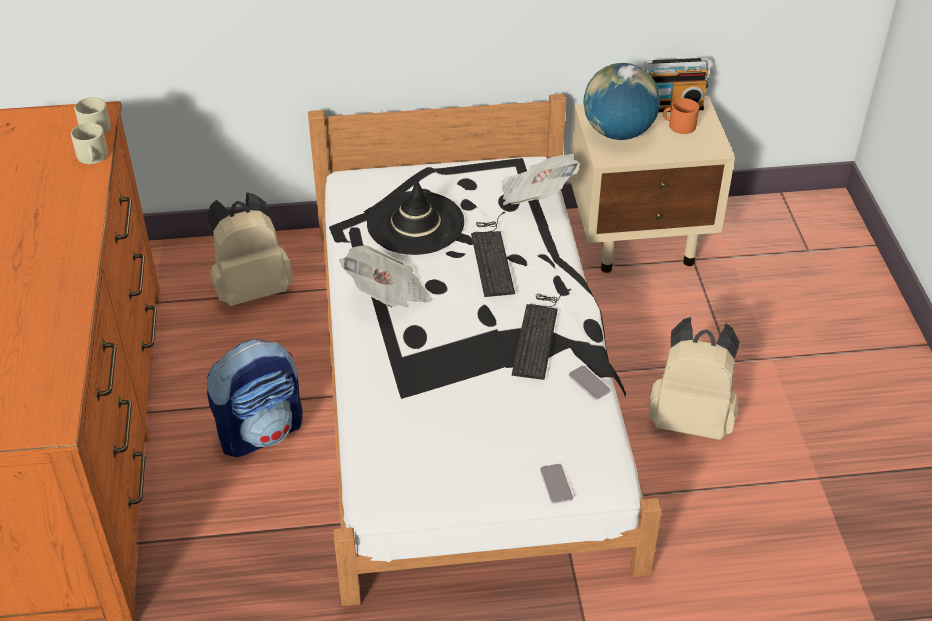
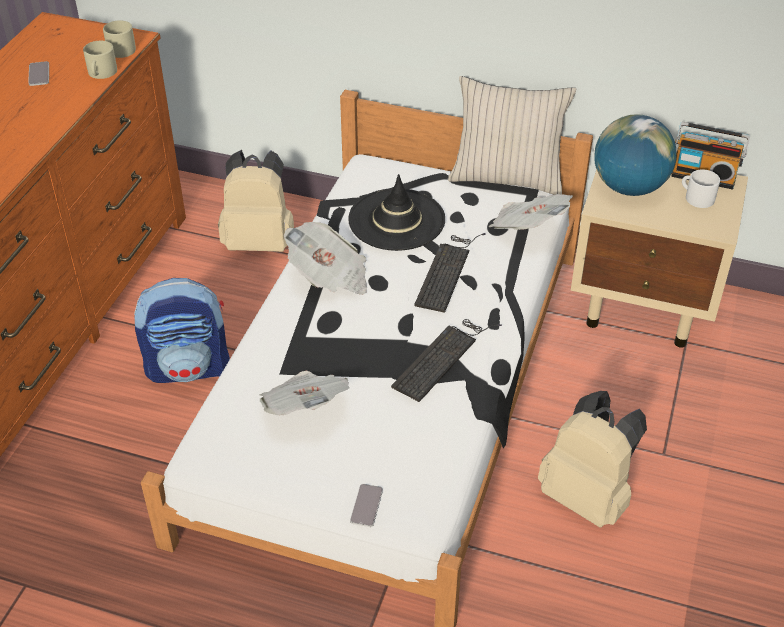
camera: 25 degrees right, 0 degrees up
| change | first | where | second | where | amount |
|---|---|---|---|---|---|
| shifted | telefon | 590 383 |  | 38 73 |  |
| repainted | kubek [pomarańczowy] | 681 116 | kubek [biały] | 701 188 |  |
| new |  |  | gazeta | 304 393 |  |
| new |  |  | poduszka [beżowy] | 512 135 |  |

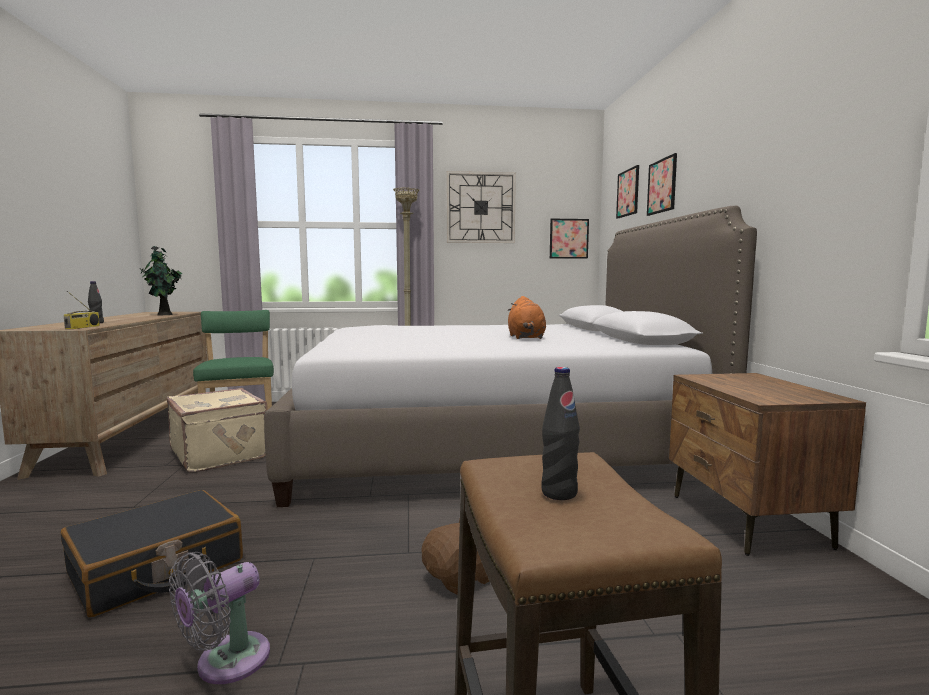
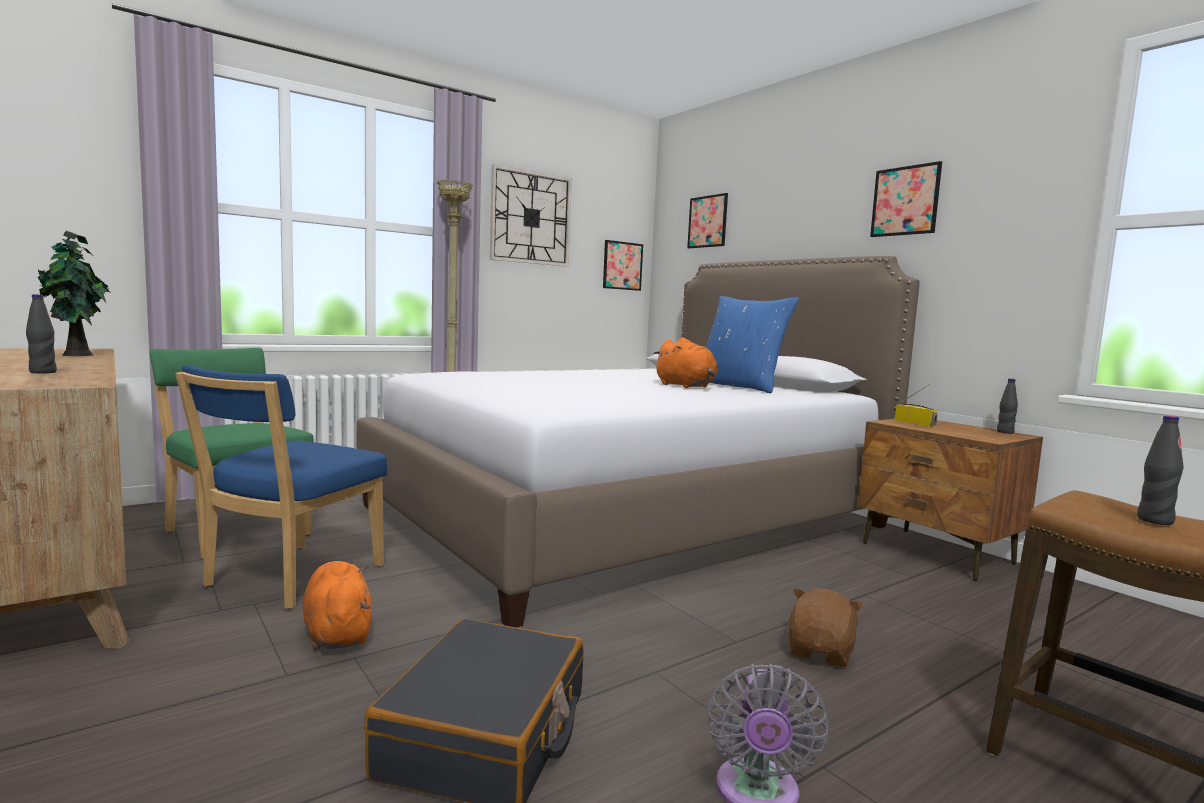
camera: 30 degrees left, 0 degrees up
| change | first | where | second | where | amount |
|---|---|---|---|---|---|
| shifted | radio | 82 310 |  | 916 405 |  |
| swapped | walizka [beżowy] | 217 430 | krzesło [niebieski] | 281 487 |  |
| shifted | obraz | 662 184 |  | 906 199 |  |
| new |  |  | pluszak [pomarańczowy] | 337 605 |  |
| new |  |  | poduszka [niebieski] | 752 344 |  |
| new |  |  | butelka [czarny] | 1007 406 |  |

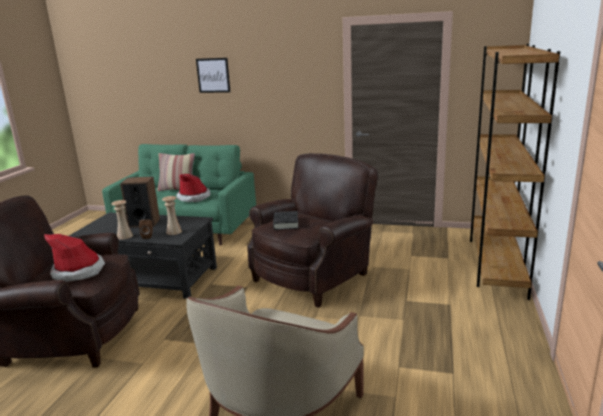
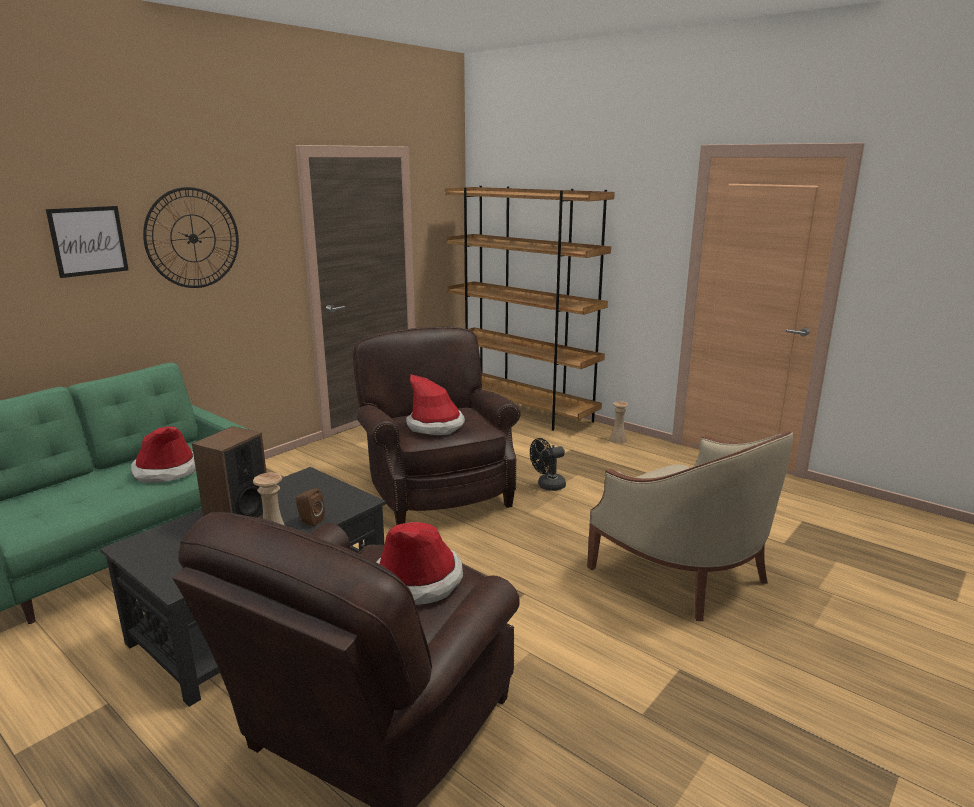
camera: 65 degrees left, 0 degrees up
| change | first | where | second | where | amount |
|---|---|---|---|---|---|
| gone | poduszka | 176 172 |  |  |  |
| shifted | wazon [beżowy] | 172 215 |  | 619 422 |  |
| swapped | książka [czarny] | 286 220 | kapelusz | 435 404 |  |
| new |  |  | zegar ścienny | 191 237 |  |
| new |  |  | wentylator [czarny] | 548 464 |  |

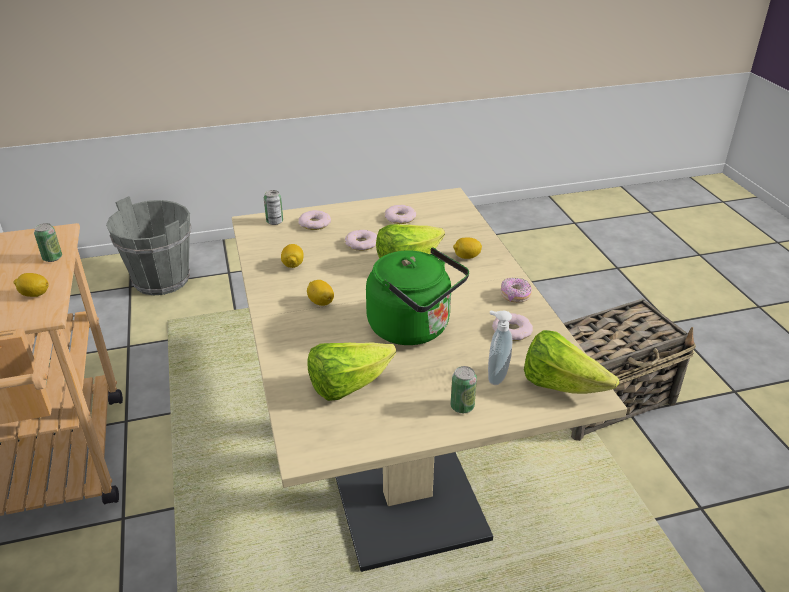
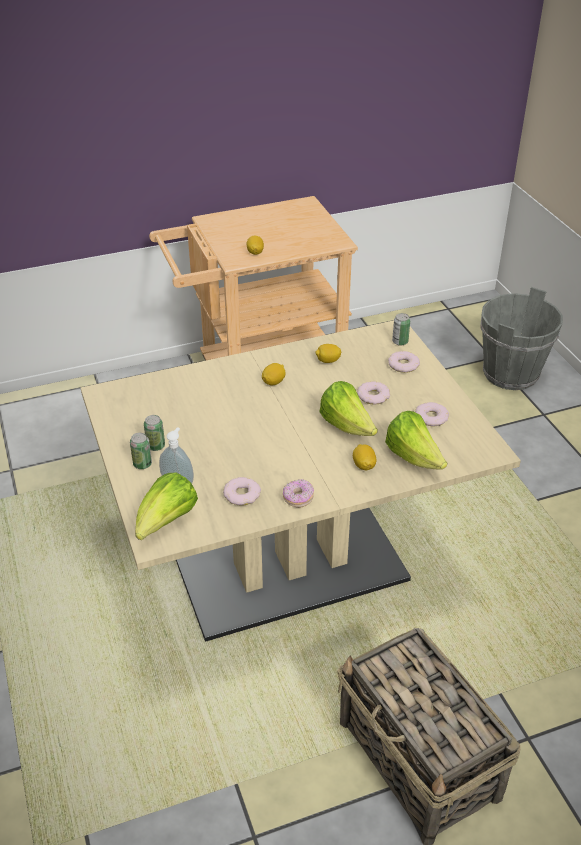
camera: 85 degrees right, 5 degrees up
| change | first | where | second | where | amount |
|---|---|---|---|---|---|
| shifted | puszka | 48 242 |  | 154 433 |  |
| shifted | sałata | 352 371 |  | 416 440 |  |
| gone | czajnik [zielony] | 417 296 |  |  |  |

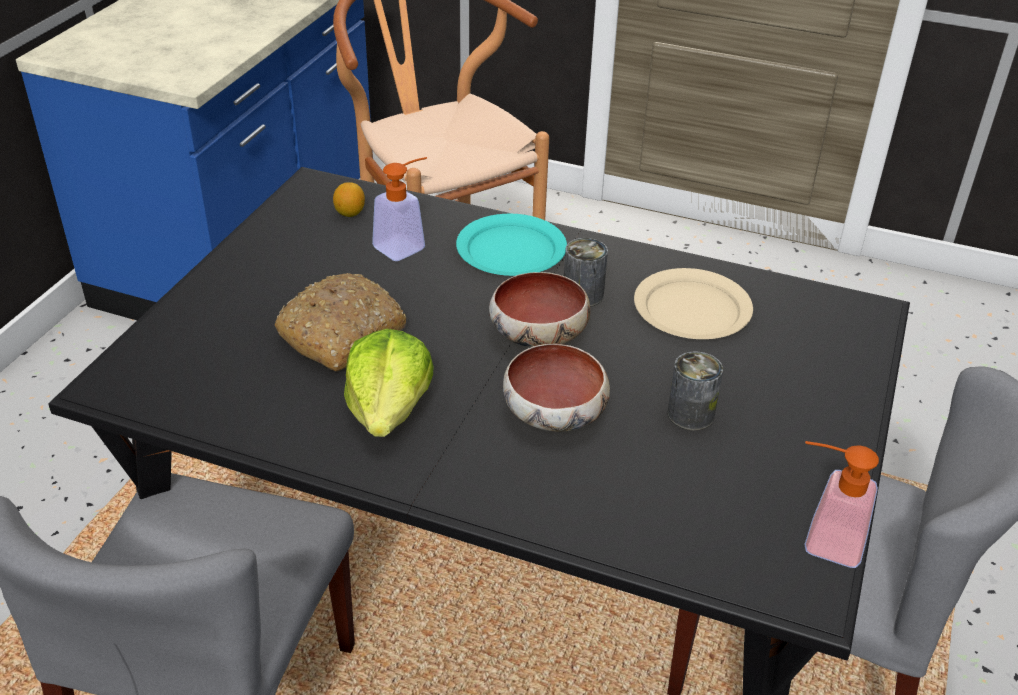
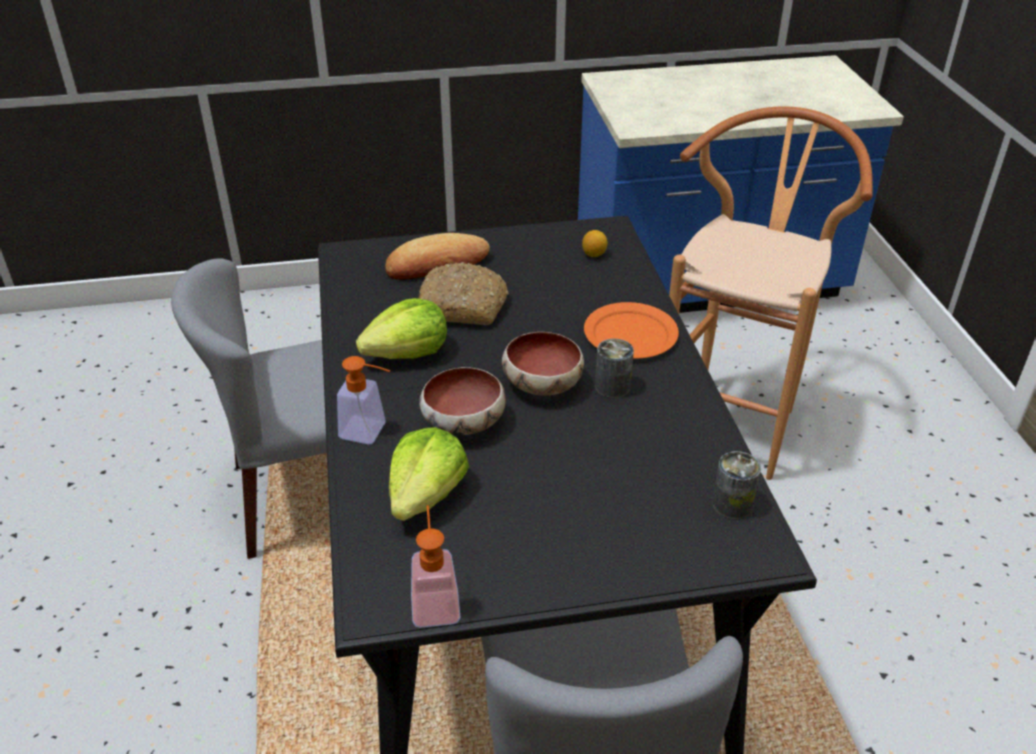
camera: 60 degrees right, 0 degrees up
| change | first | where | second | where | amount |
|---|---|---|---|---|---|
| shifted | dozownik mydła | 399 209 |  | 364 400 |  |
| repainted | talerz [turkusowy] | 511 245 | talerz [pomarańczowy] | 631 330 |  |
| gone | talerz [beżowy] | 693 303 |  |  |  |
| shifted | puszka | 695 390 |  | 736 485 |  |
| new |  |  | chleb | 437 256 |  |
| new |  |  | sałata | 429 474 |  |

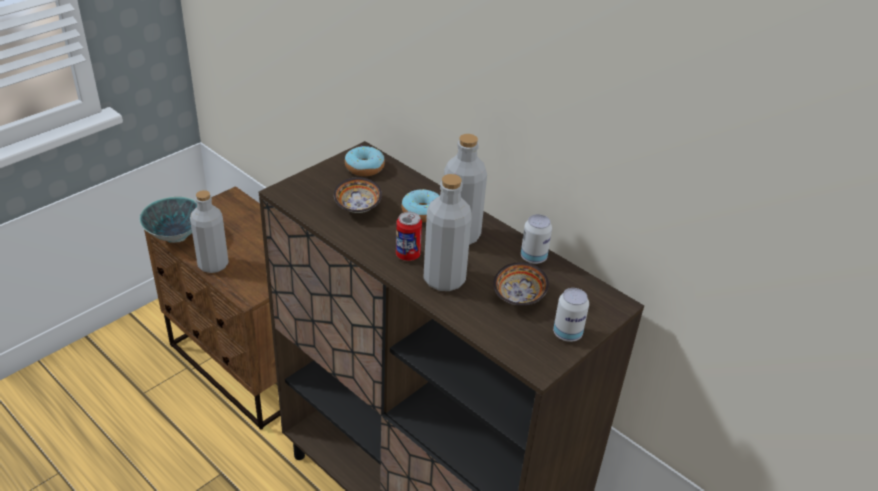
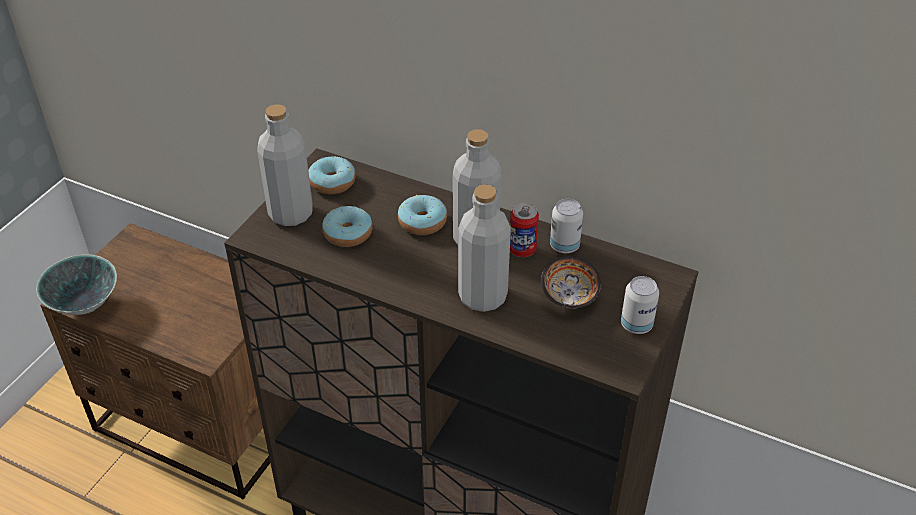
camera: 15 degrees left, 5 degrees up
| change | first | where | second | where | amount |
|---|---|---|---|---|---|
| shifted | butelka [szary] | 209 231 |  | 285 165 |  |
| swapped | miska | 358 195 | donut | 347 226 |  |
| shifted | puszka | 409 236 |  | 524 230 |  |

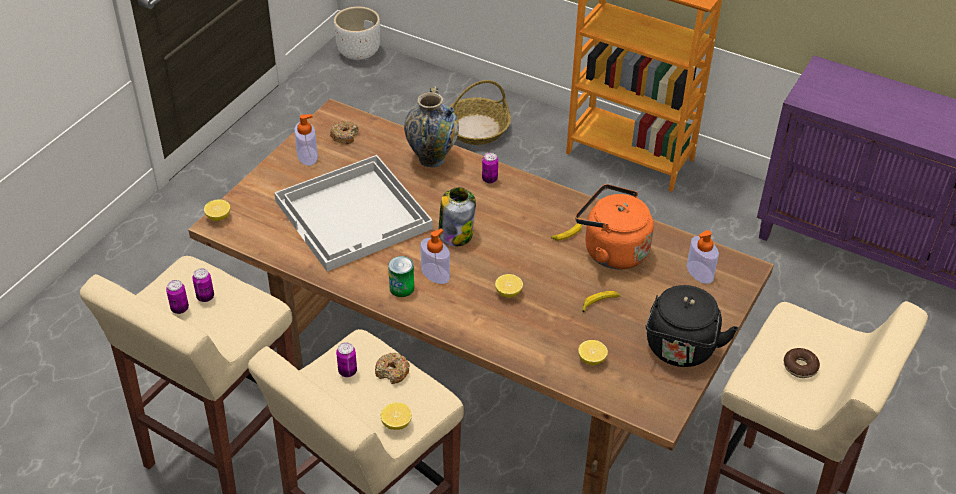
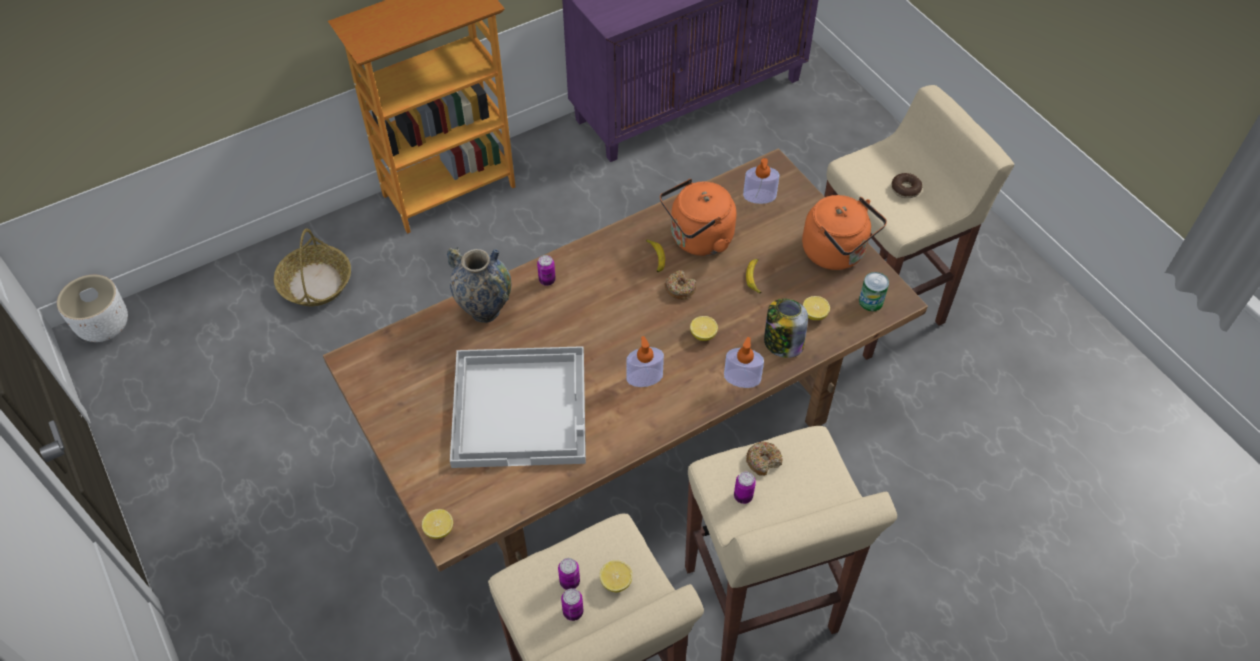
camera: 60 degrees left, 10 degrees up
| change | first | where | second | where | amount |
|---|---|---|---|---|---|
| shifted | dozownik mydła | 306 140 |  | 744 362 |  |
| shifted | donut | 344 132 |  | 680 285 |  |
| shifted | cytryna | 396 416 |  | 616 576 |  |
| shifted | puszka | 401 276 |  | 874 291 |  |
| shifted | słoik | 457 217 |  | 786 328 |  |
| repainted | czajnik [czarny] | 692 326 | czajnik [pomarańczowy] | 844 232 |  |

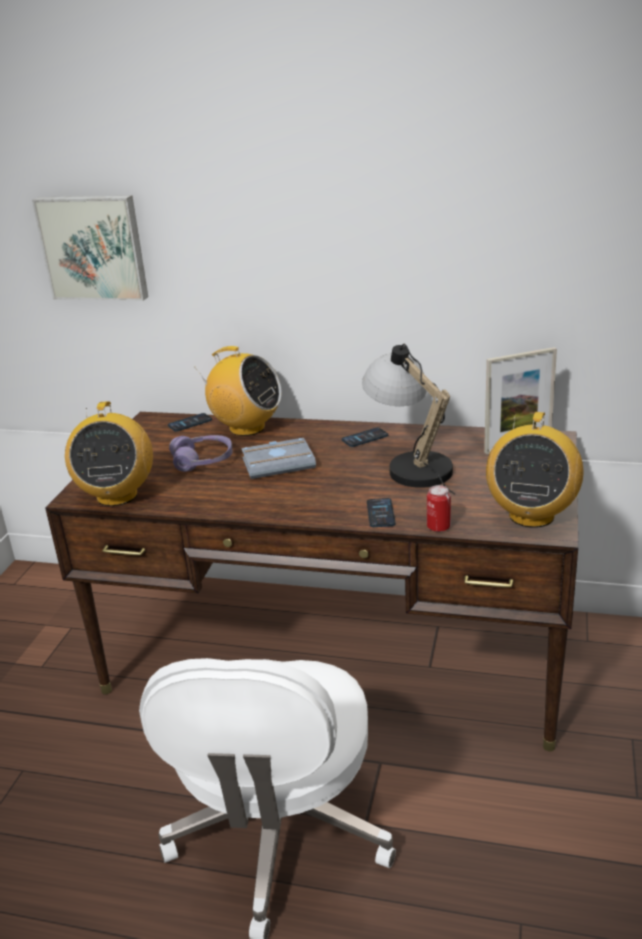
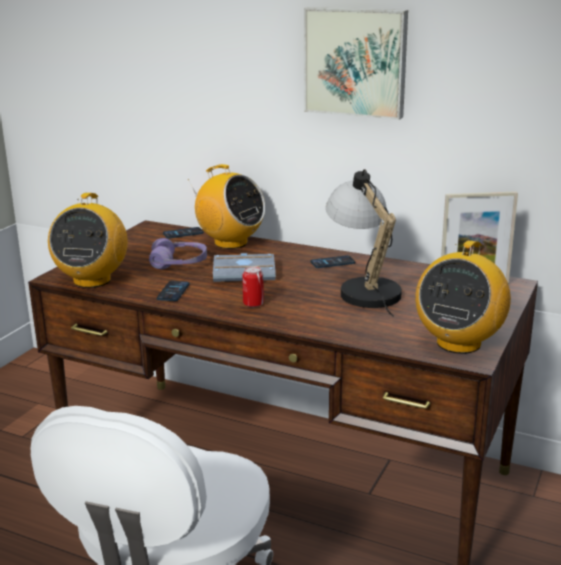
camera: 10 degrees right, 5 degrees down
| change | first | where | second | where | amount |
|---|---|---|---|---|---|
| shifted | obraz | 90 248 |  | 356 63 |  |
| shifted | telefon | 381 512 |  | 173 291 |  |
| shifted | puszka | 439 508 |  | 253 286 |  |

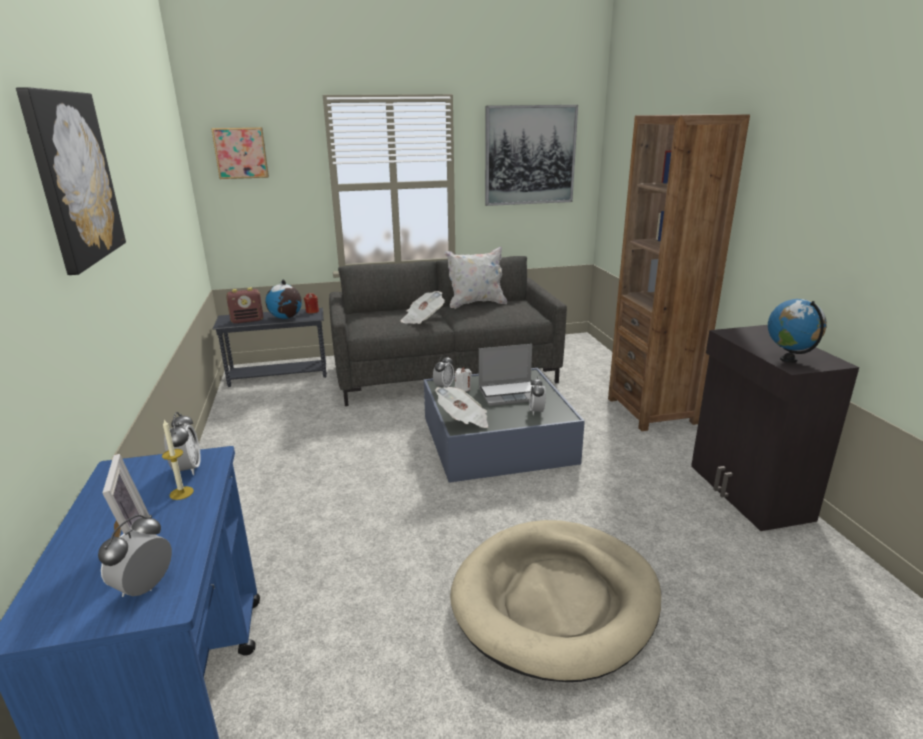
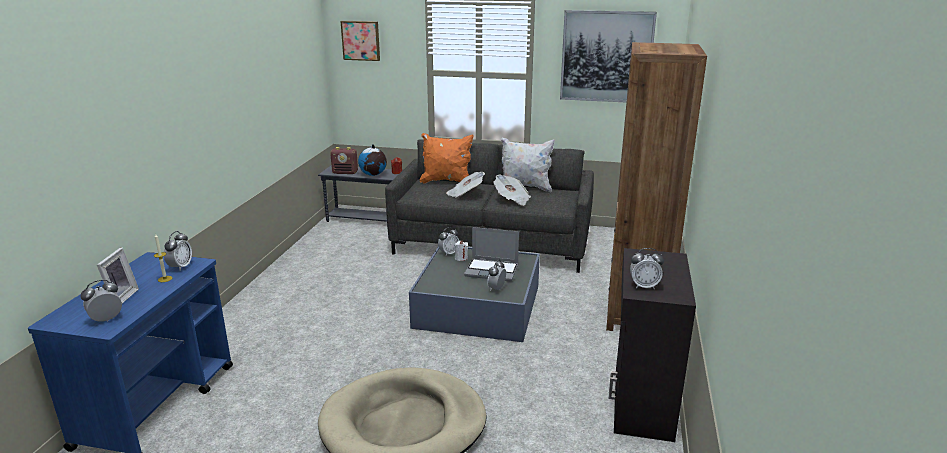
camera: 25 degrees right, 0 degrees up
| change | first | where | second | where | amount |
|---|---|---|---|---|---|
| gone | obraz | 71 181 |  |  |  |
| shifted | gazeta | 461 407 |  | 512 190 |  |
| swapped | globus | 797 331 | budzik | 647 268 |  |
| new |  |  | poduszka [pomarańczowy] | 447 158 |  |

